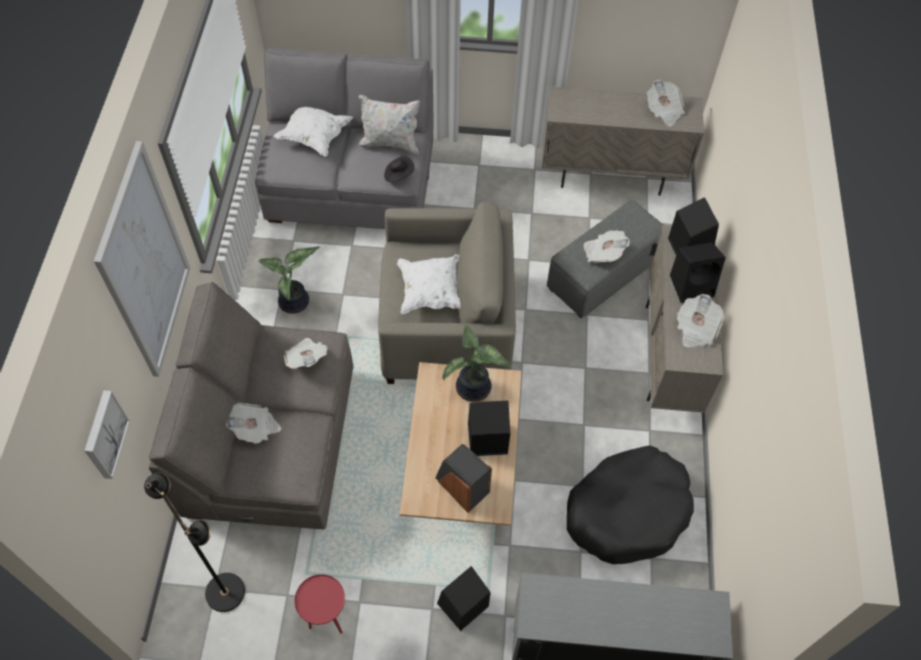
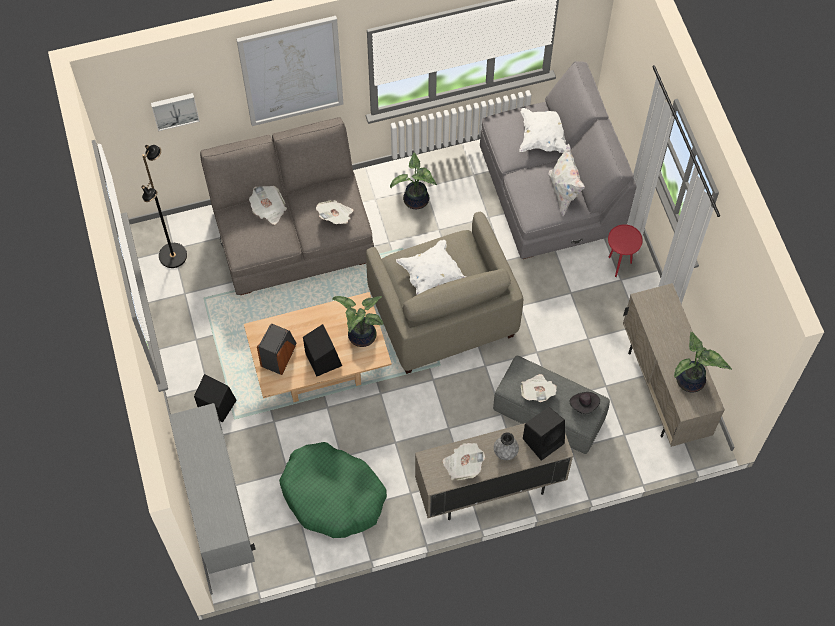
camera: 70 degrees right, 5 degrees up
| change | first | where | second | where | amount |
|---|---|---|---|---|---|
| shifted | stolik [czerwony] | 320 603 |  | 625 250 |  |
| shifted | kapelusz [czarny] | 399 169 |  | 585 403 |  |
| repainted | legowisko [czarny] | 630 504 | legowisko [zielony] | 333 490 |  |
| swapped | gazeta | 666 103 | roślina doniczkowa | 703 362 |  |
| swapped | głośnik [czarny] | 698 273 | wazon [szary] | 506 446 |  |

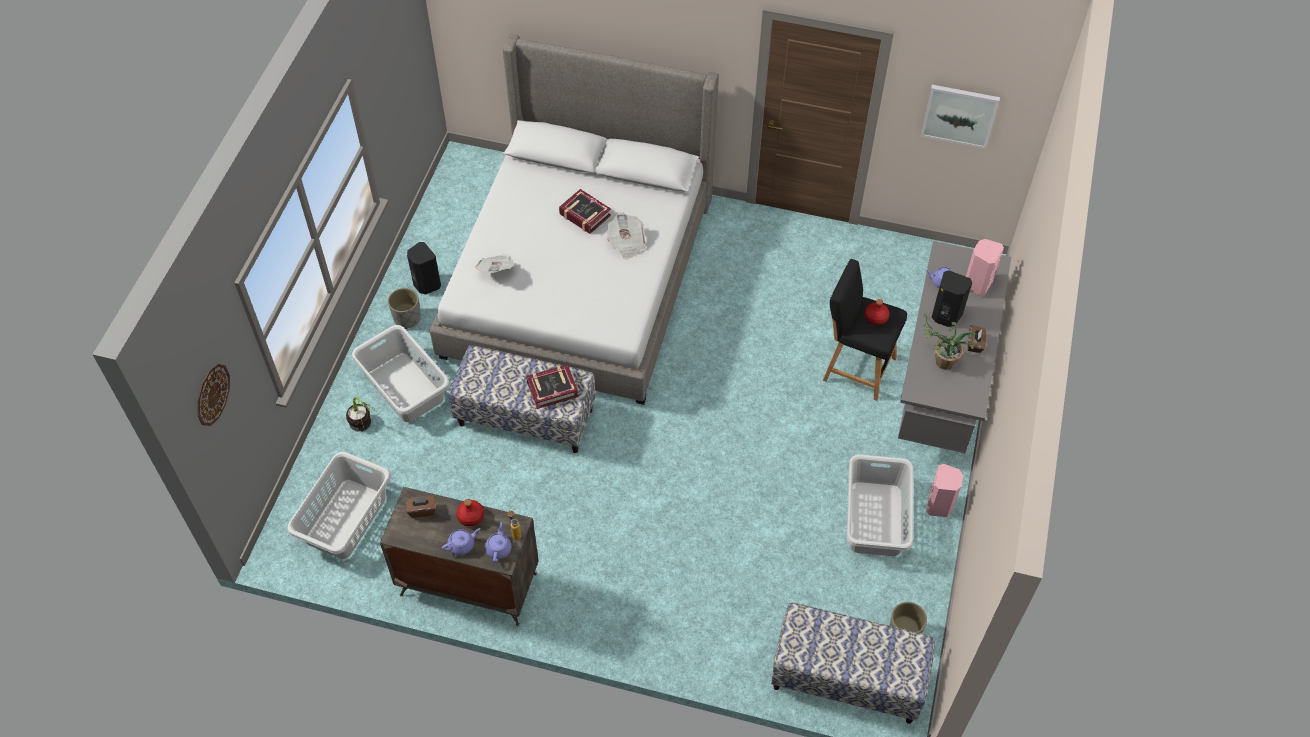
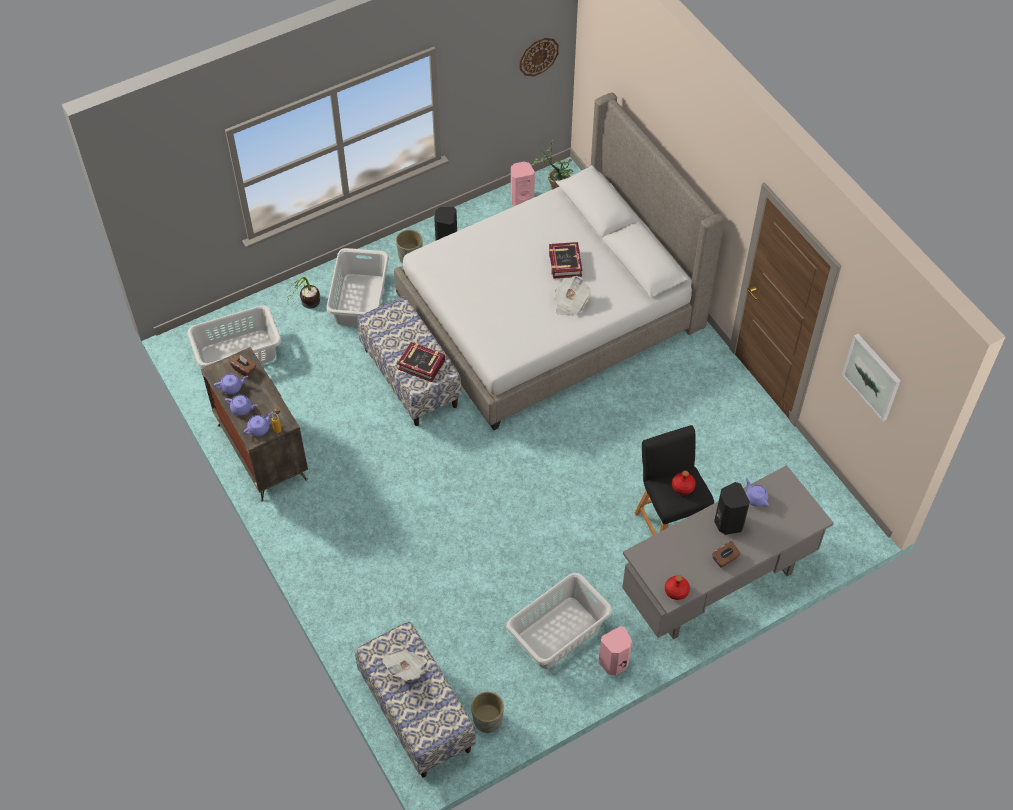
camera: 45 degrees right, 0 degrees up
| change | first | where | second | where | amount |
|---|---|---|---|---|---|
| shifted | zegar ścienny | 214 395 |  | 539 57 |  |
| shifted | butelka [czerwony] | 470 512 |  | 677 587 |  |
| shifted | gazeta | 495 263 |  | 405 665 |  |
| shifted | roślina doniczkowa | 952 341 |  | 553 165 |  |
| shifted | głośnik [różowy] | 985 267 |  | 523 184 |  |
| new |  |  | imbryk [fioletowy] | 231 384 |  |

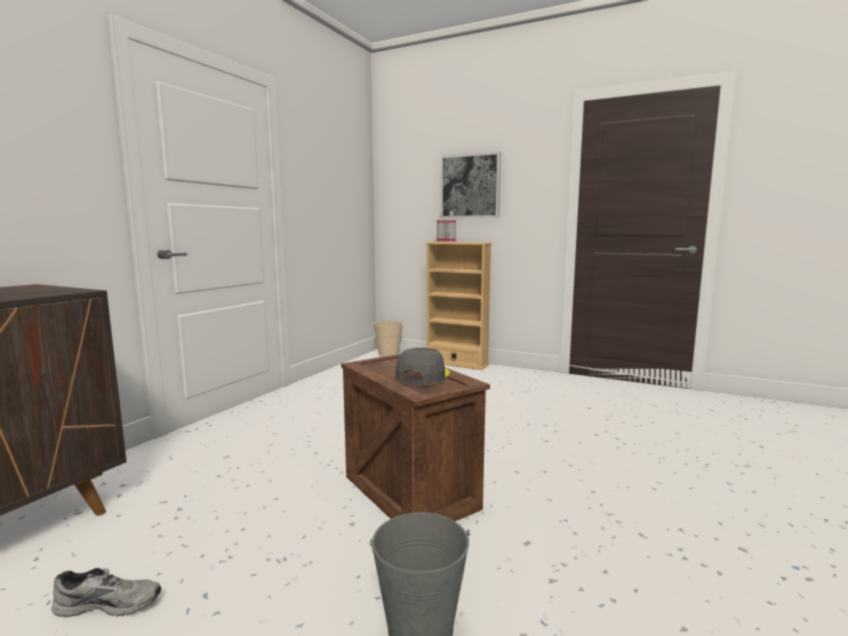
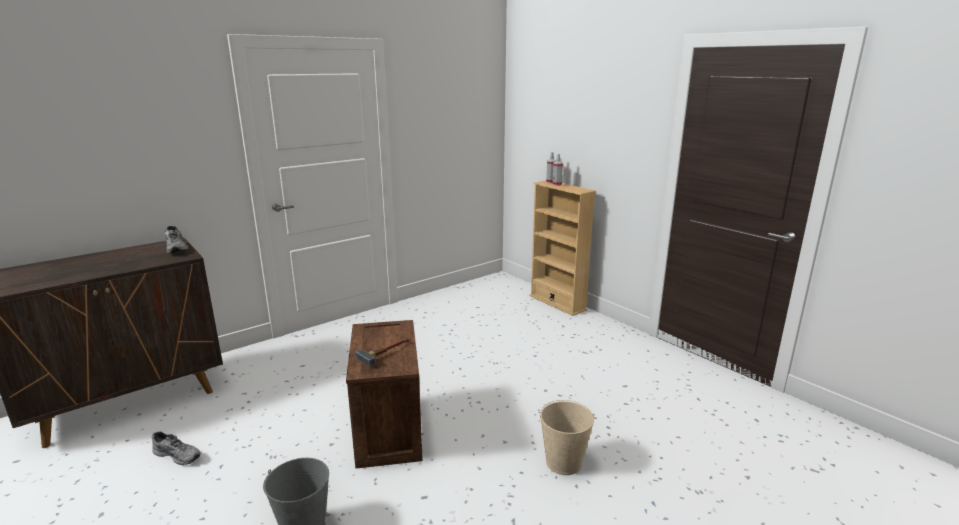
camera: 25 degrees right, 10 degrees up
| change | first | where | second | where | amount |
|---|---|---|---|---|---|
| shifted | wiadro [beżowy] | 388 339 |  | 567 437 |  |
| swapped | czapka z daszkiem [szary] | 423 366 | młotek | 382 352 |  |
| gone | obraz | 471 185 |  |  |  |
| new |  |  | but [szary] | 176 240 |  |

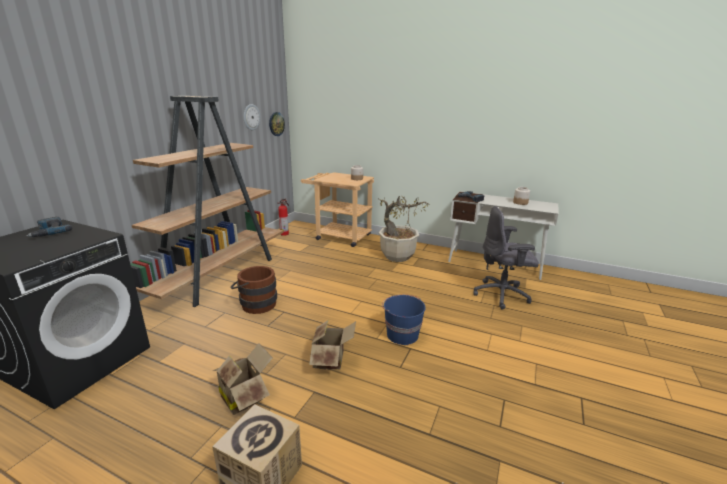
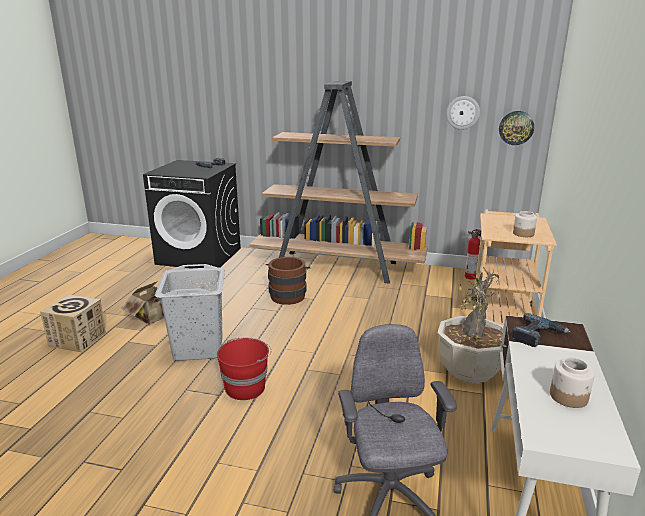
camera: 80 degrees right, 0 degrees up
| change | first | where | second | where | amount |
|---|---|---|---|---|---|
| swapped | karton | 332 345 | kosz na pranie [szary] | 190 312 |  |
| repainted | wiadro [niebieski] | 404 320 | wiadro [czerwony] | 244 368 |  |

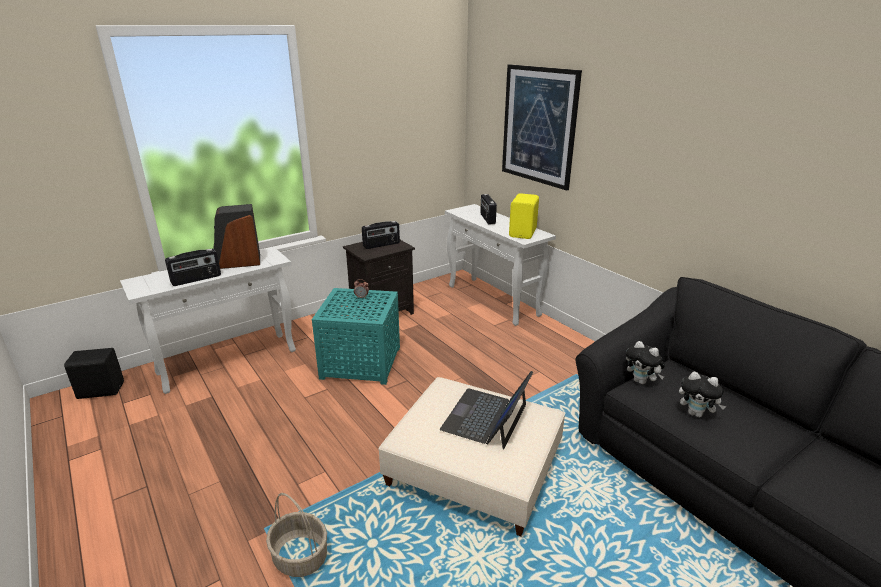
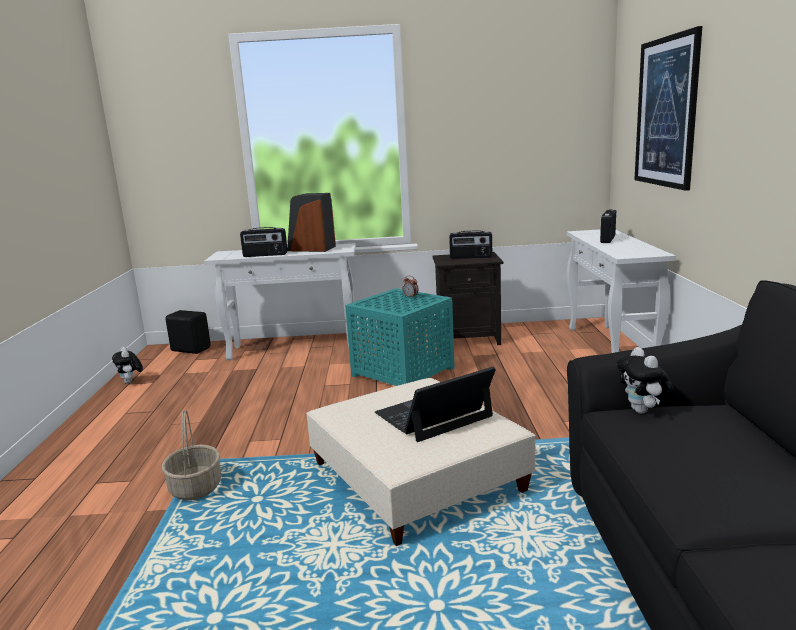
camera: 35 degrees right, 10 degrees down
| change | first | where | second | where | amount |
|---|---|---|---|---|---|
| gone | głośnik [żółty] | 524 216 |  |  |  |
| shifted | pluszak | 702 394 |  | 127 365 |  |

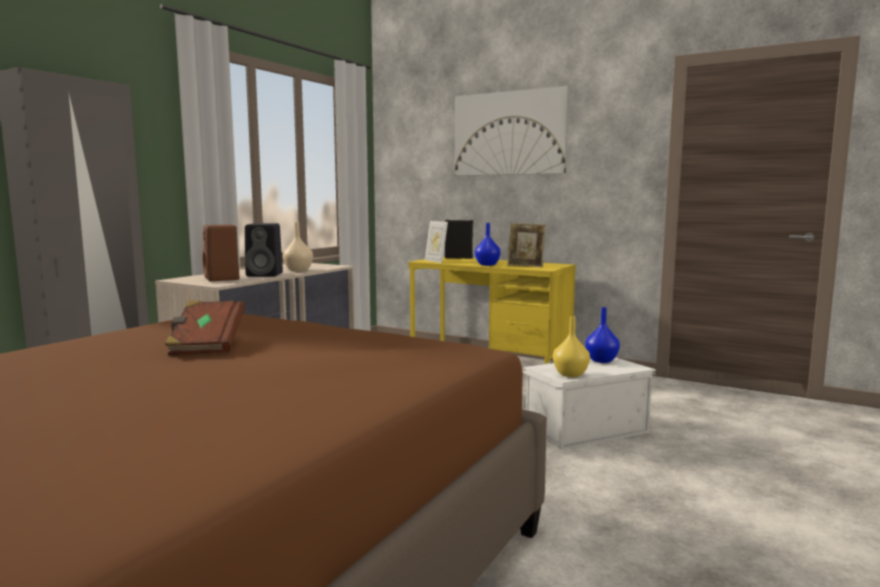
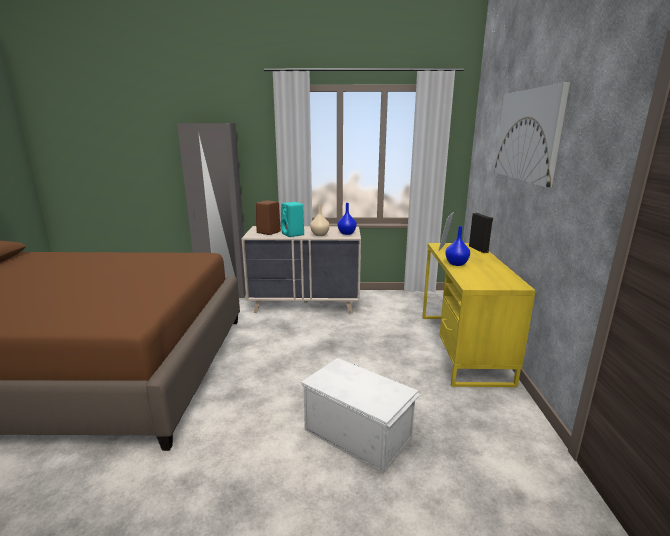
camera: 60 degrees right, 10 degrees up
| change | first | where | second | where | amount |
|---|---|---|---|---|---|
| gone | książka [brązowy] | 204 328 |  |  |  |
| repainted | głośnik [czarny] | 264 250 | głośnik [turkusowy] | 292 219 |  |
| gone | ramka na zdjęcie | 527 245 |  |  |  |
| gone | wazon [żółty] | 571 346 |  |  |  |
| shifted | wazon [niebieski] | 602 335 |  | 347 219 |  |

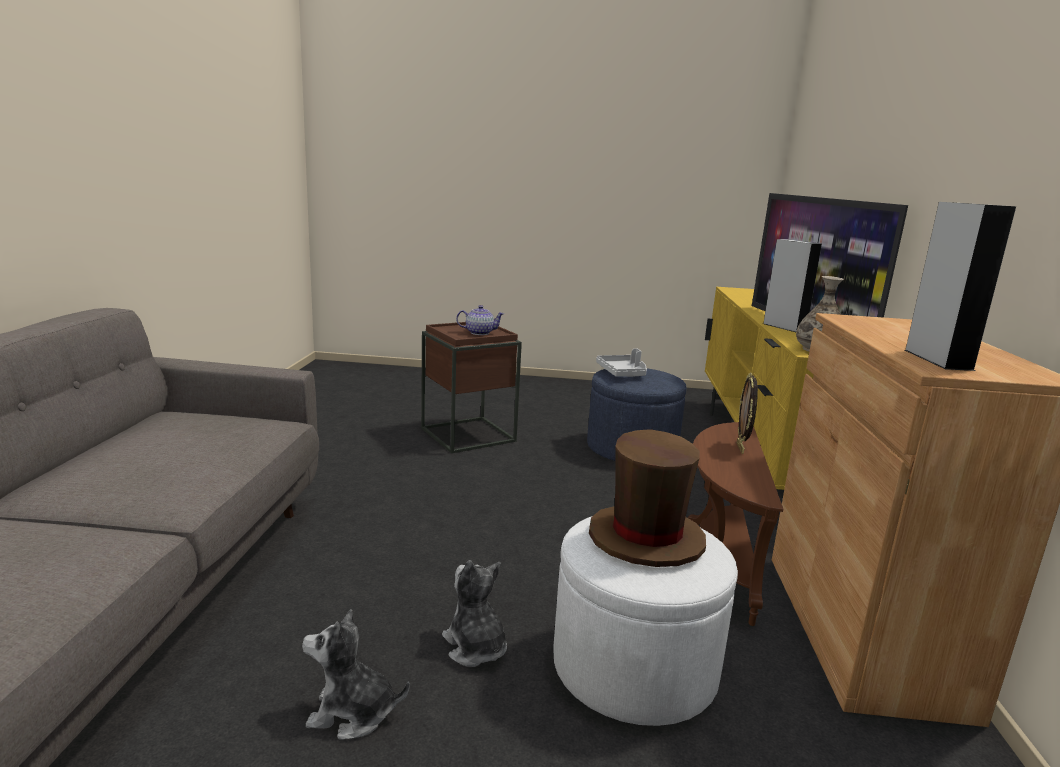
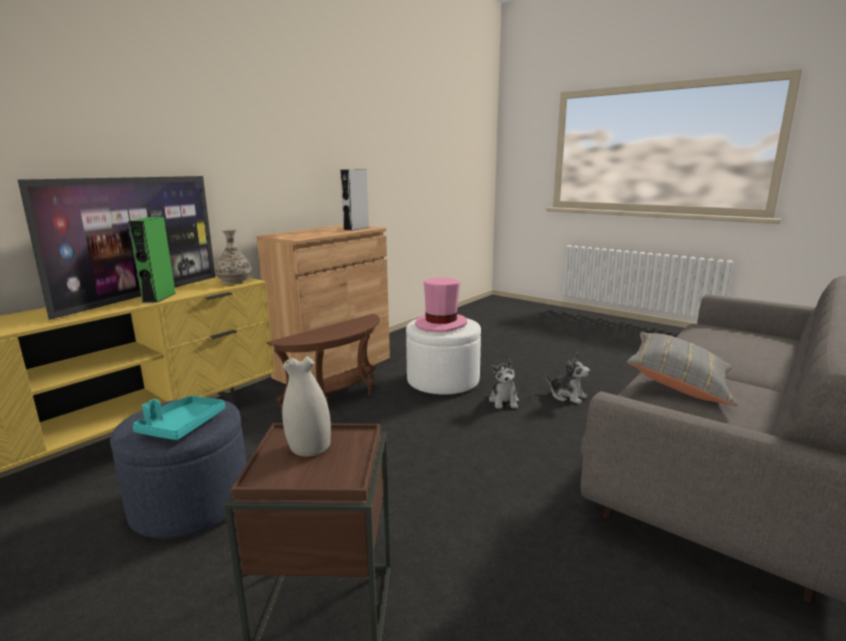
camera: 145 degrees left, 0 degrees up
| change | first | where | second | where | amount |
|---|---|---|---|---|---|
| swapped | imbryk | 480 320 | wazon [biały] | 306 406 |  |
| repainted | kapelusz [brązowy] | 647 498 | kapelusz [różowy] | 441 304 |  |
| repainted | taca [szary] | 621 362 | taca [turkusowy] | 179 418 |  |
| gone | ramka na zdjęcie | 747 413 |  |  |  |
| repainted | głośnik [szary] | 792 285 | głośnik [zielony] | 152 260 |  |
| new |  |  | poduszka [szary] | 682 369 |  |

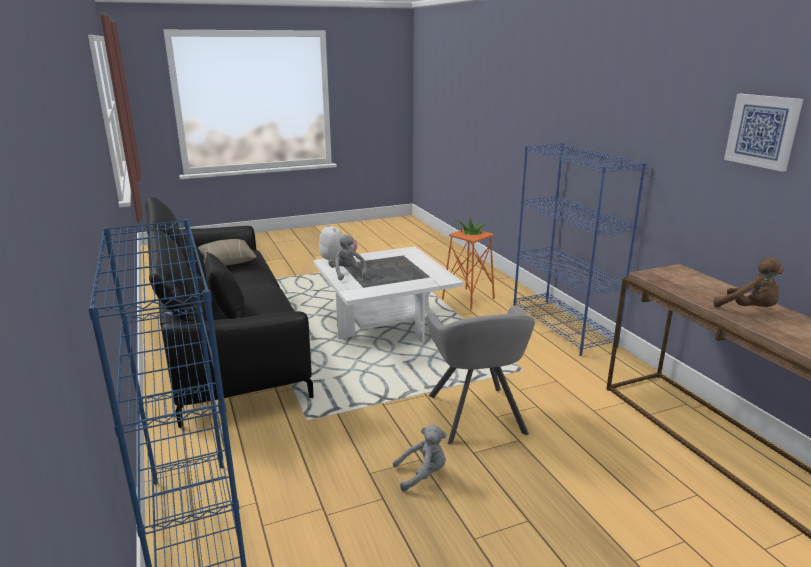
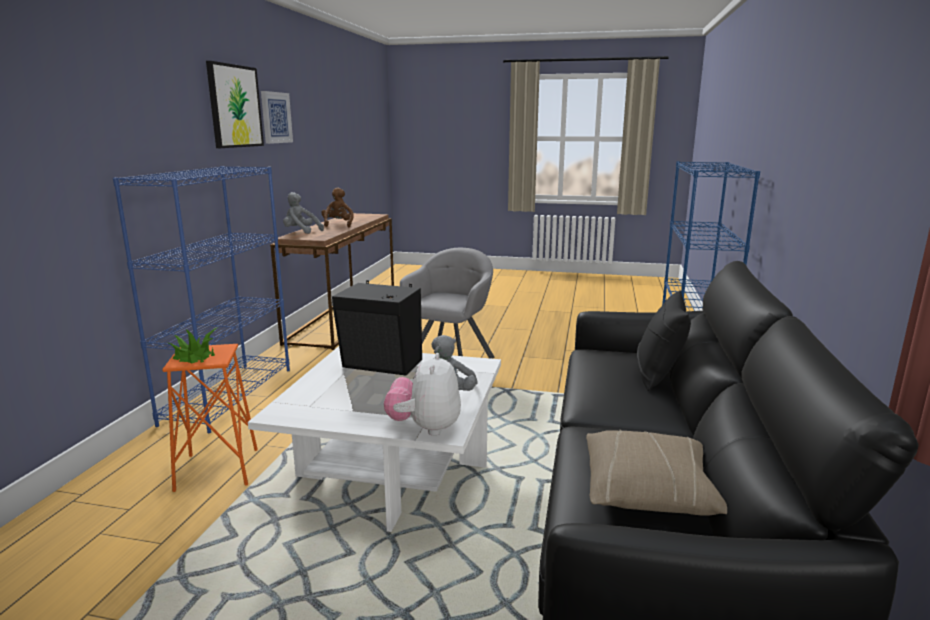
camera: 145 degrees left, 5 degrees down
| change | first | where | second | where | amount |
|---|---|---|---|---|---|
| shifted | pluszak [szary] | 420 458 |  | 303 213 |  |
| new |  |  | obraz | 235 104 |  |
| new |  |  | głośnik [czarny] | 377 328 |  |

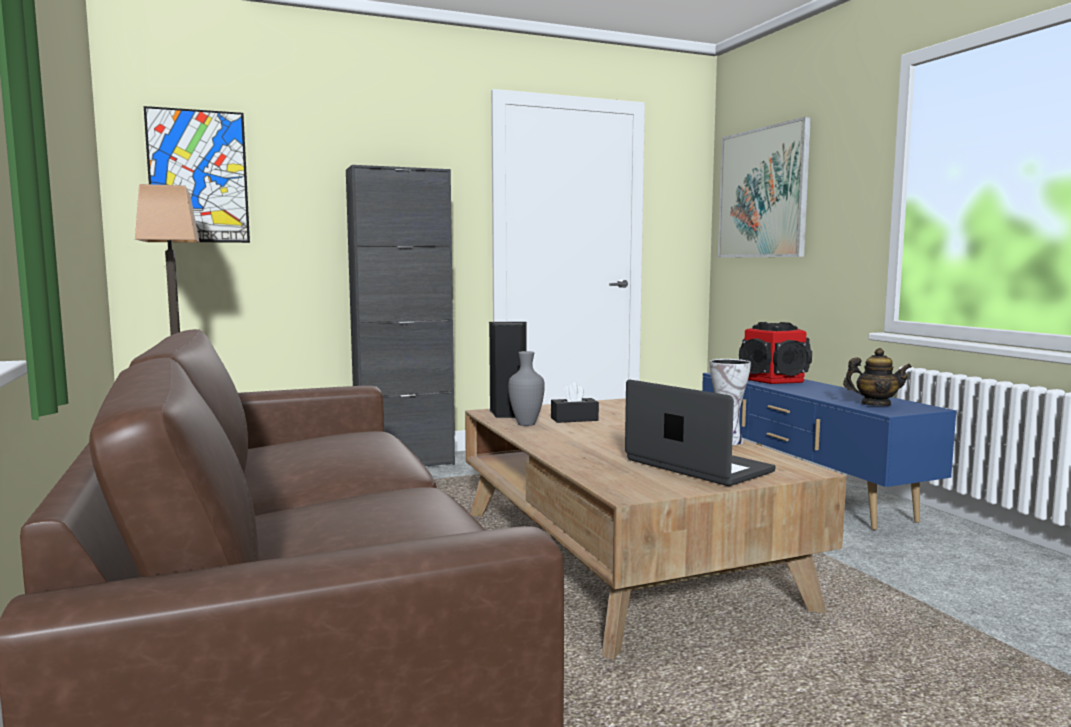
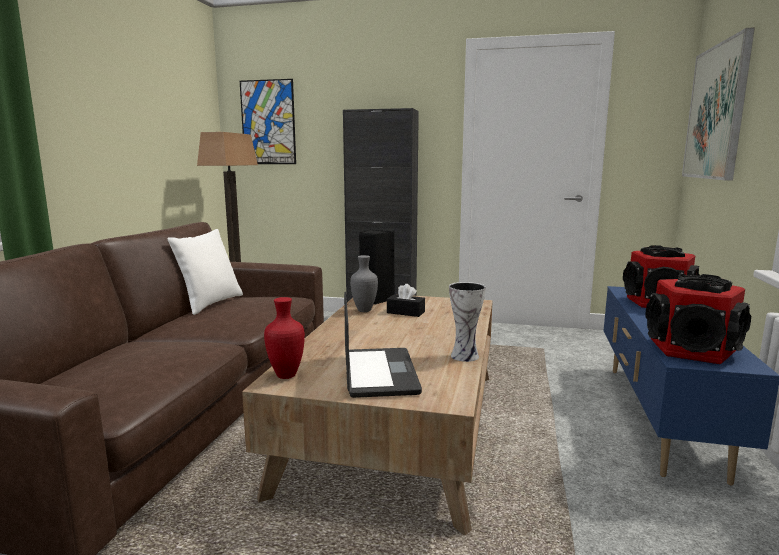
camera: 35 degrees right, 5 degrees up
| change | first | where | second | where | amount |
|---|---|---|---|---|---|
| swapped | imbryk | 877 377 | głośnik | 698 319 |  |
| new |  |  | poduszka [biały] | 205 272 |  |
| new |  |  | wazon [czerwony] | 284 338 |  |

